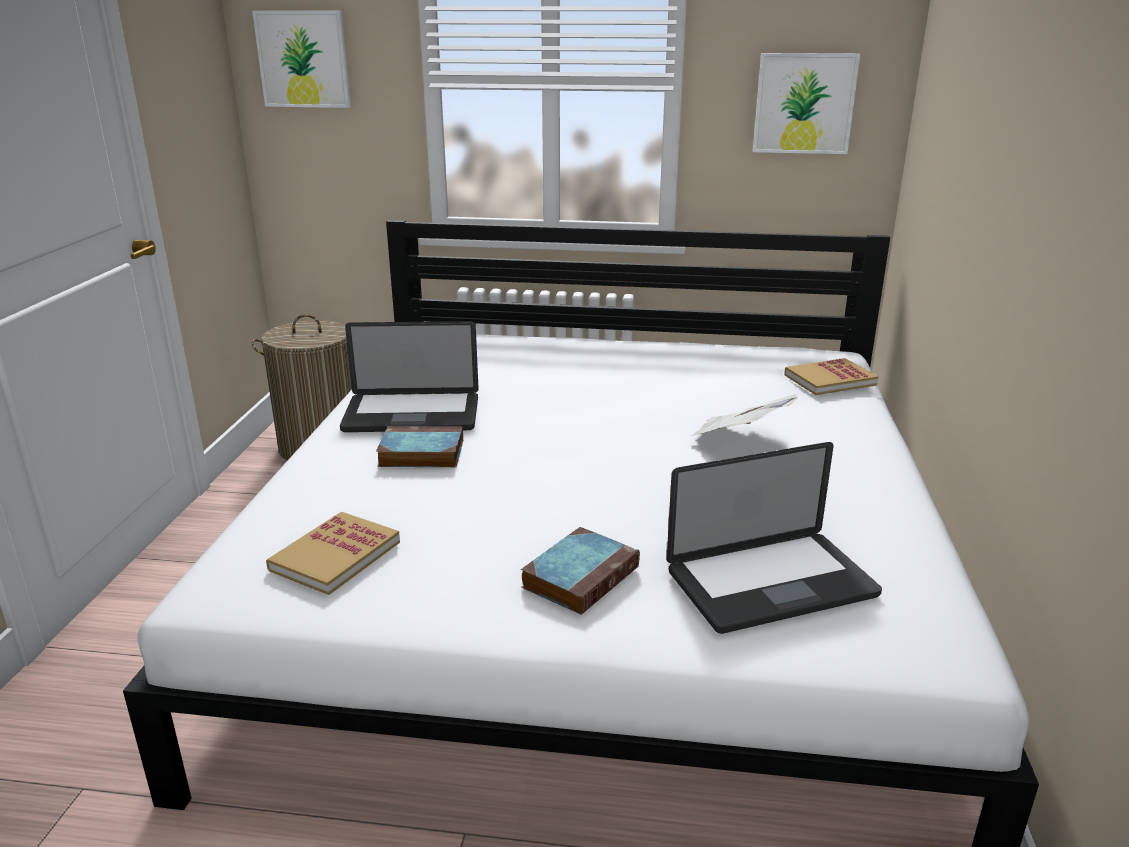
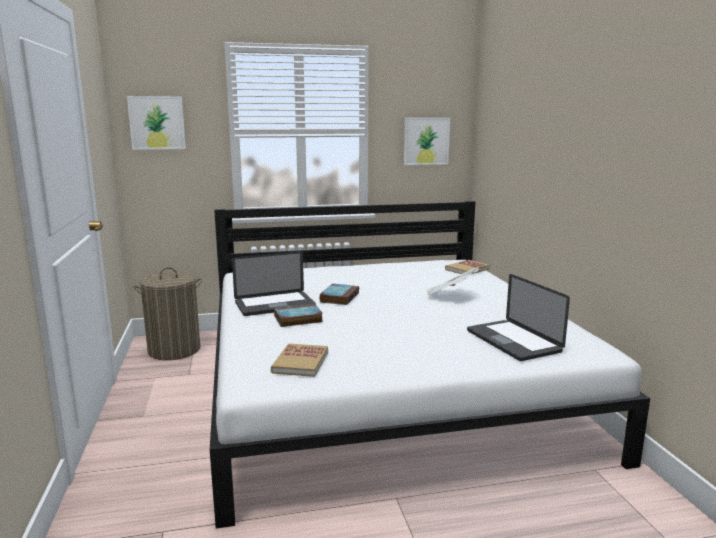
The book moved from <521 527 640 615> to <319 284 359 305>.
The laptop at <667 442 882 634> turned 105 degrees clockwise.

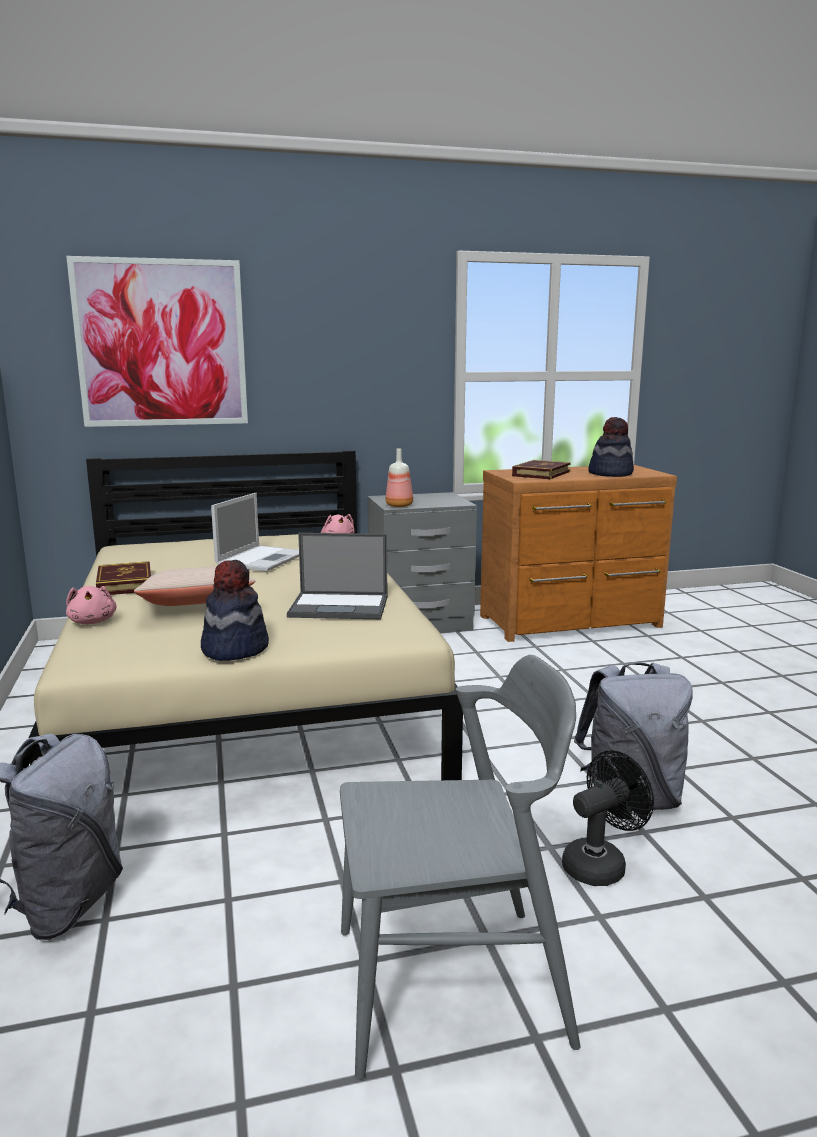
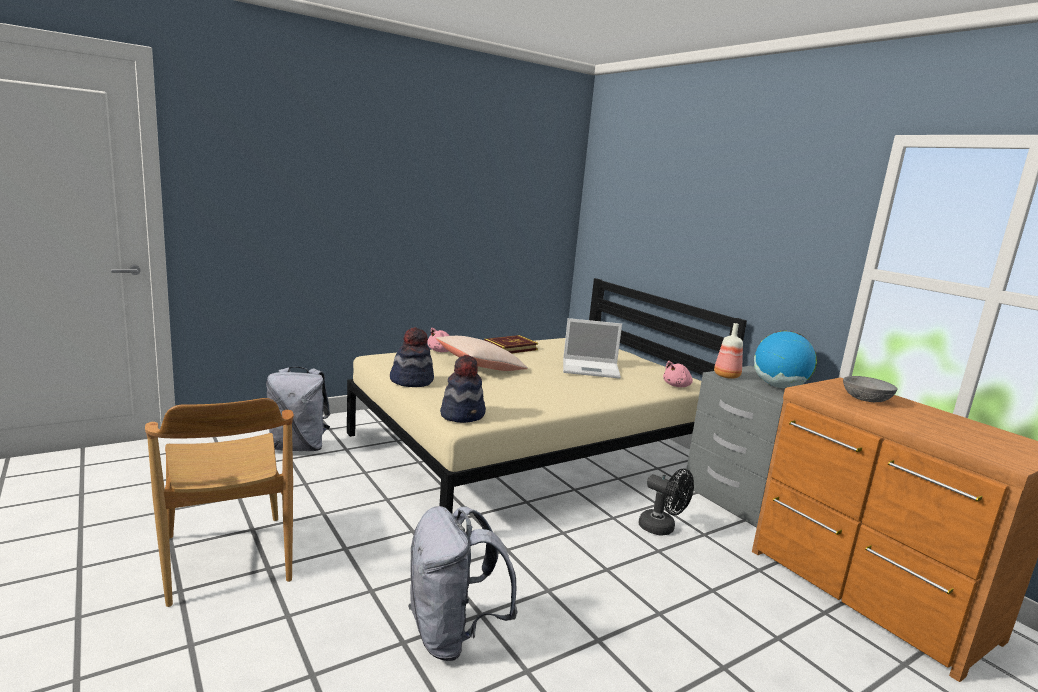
The picture at <66 256 248 427> disappeared.
The laptop at <287 533 387 619> disappeared.
The grey chair at <340 655 581 1080> became the brown chair at <145 398 294 607>.
The book at <512 460 571 479> was replaced by the grey bowl at <843 376 898 402>.
The black fan moved from <562 750 654 886> to <638 469 694 535>.
The hat moved from <588 417 634 477> to <440 355 486 423>.
The globe at <754 330 817 388> appeared.

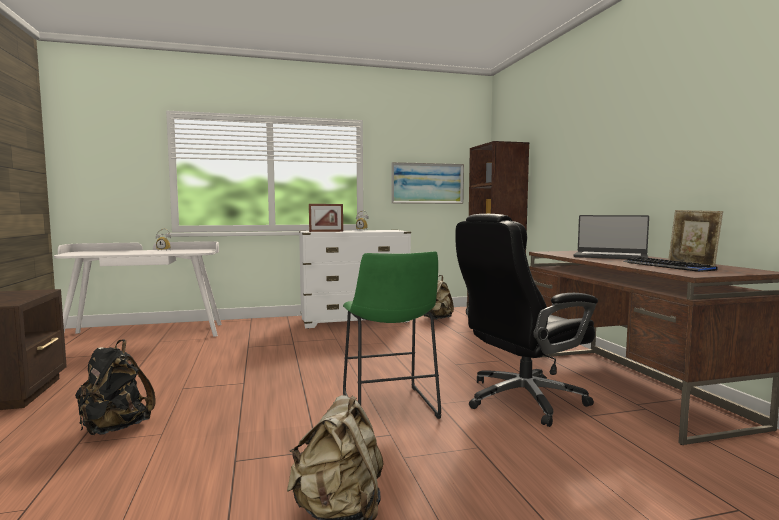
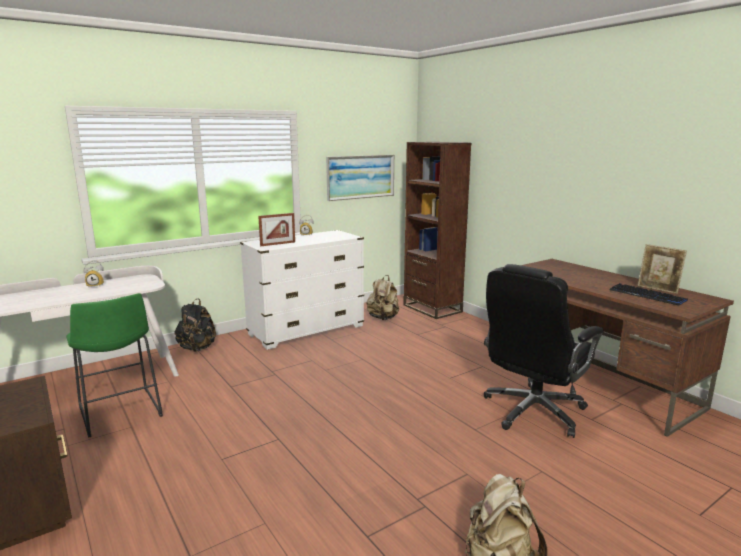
The black backpack moved from <75 339 156 435> to <174 298 216 352>.
The green stool moved from <343 251 441 419> to <66 293 163 438>.
The laptop at <573 215 649 259> disappeared.

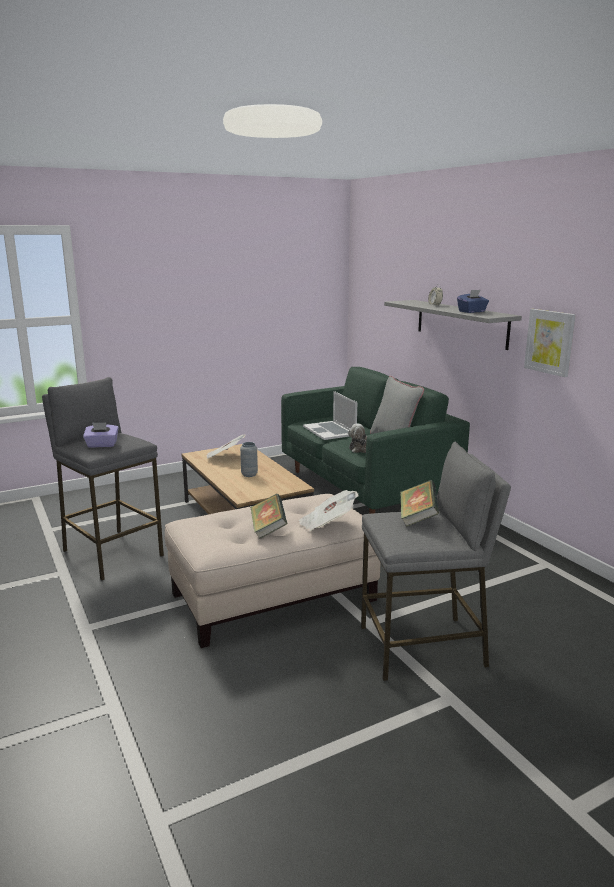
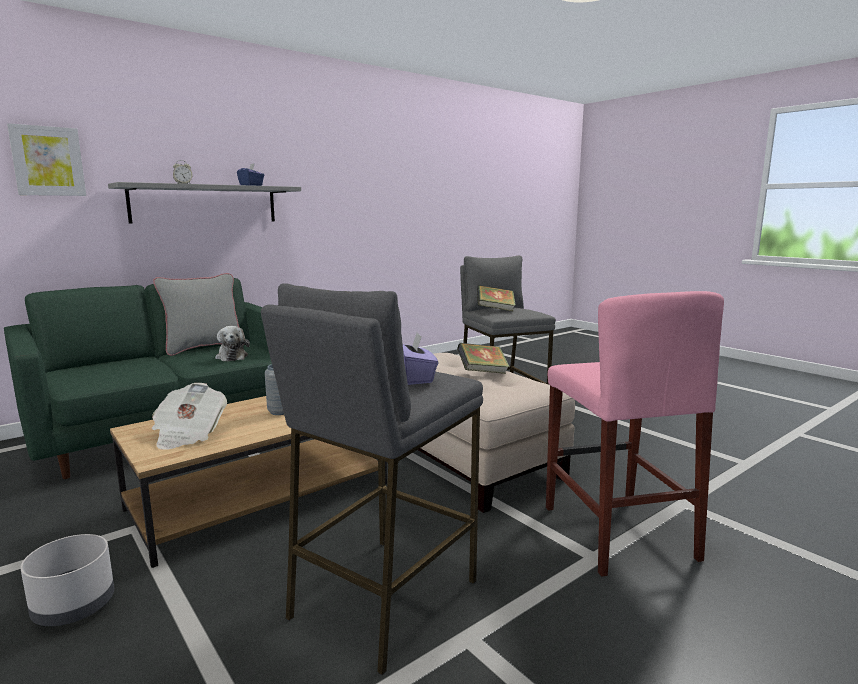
The newspaper at <298 490 359 531> disappeared.
The laptop at <303 391 357 440> disappeared.
The picture moved from <524 309 576 377> to <7 123 86 196>.
The grey planter at <20 534 114 626> appeared.
The pink stool at <546 291 724 577> appeared.

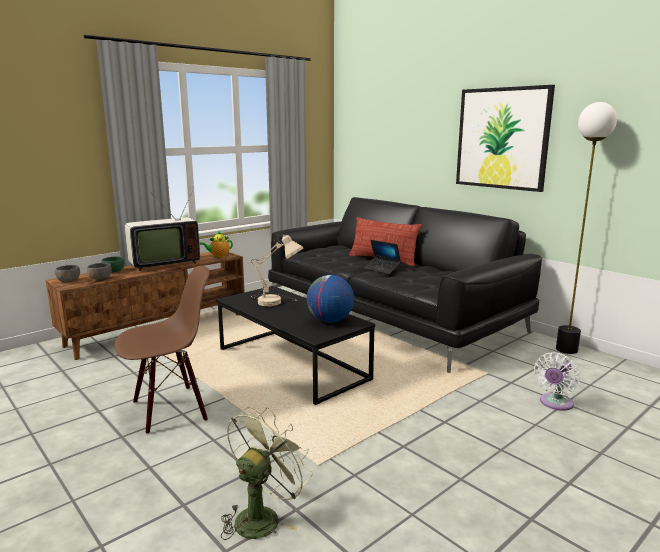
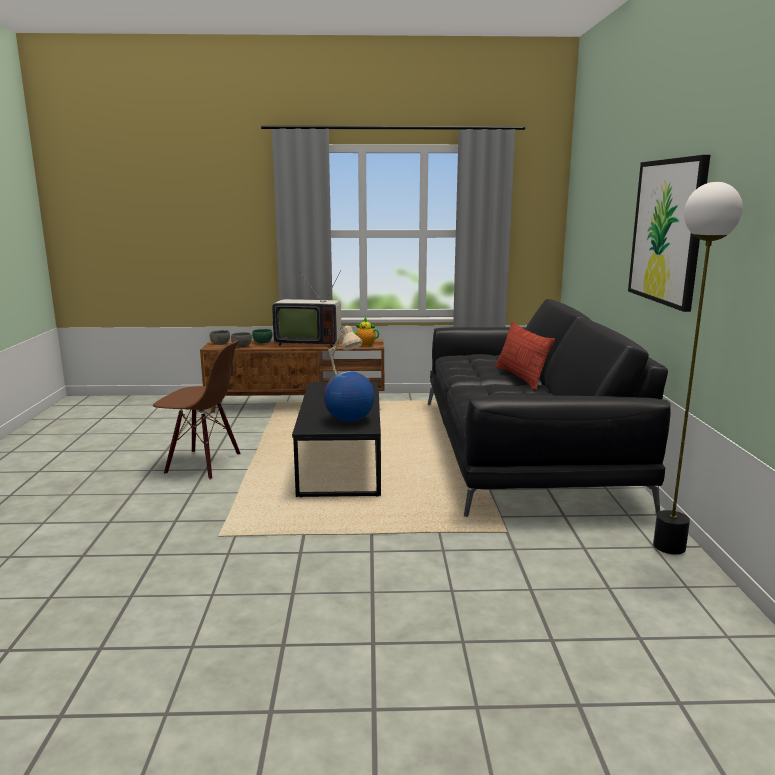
The green fan at <221 407 313 540> disappeared.
The laptop at <363 240 401 274> disappeared.
The white fan at <534 352 580 411> disappeared.

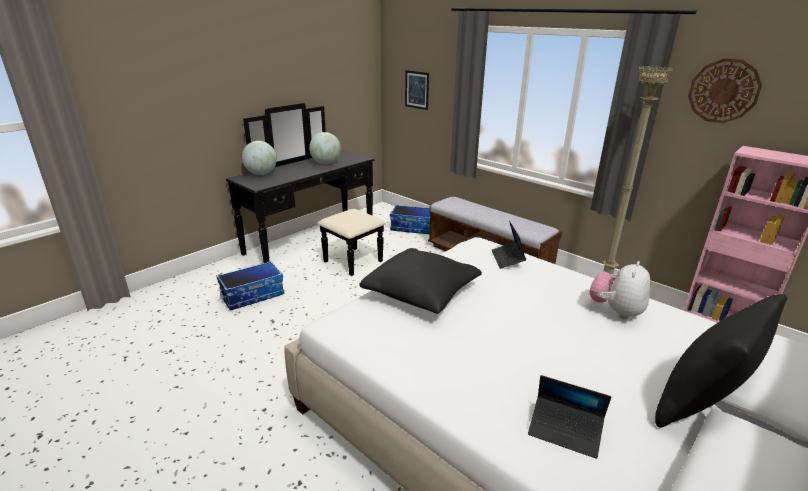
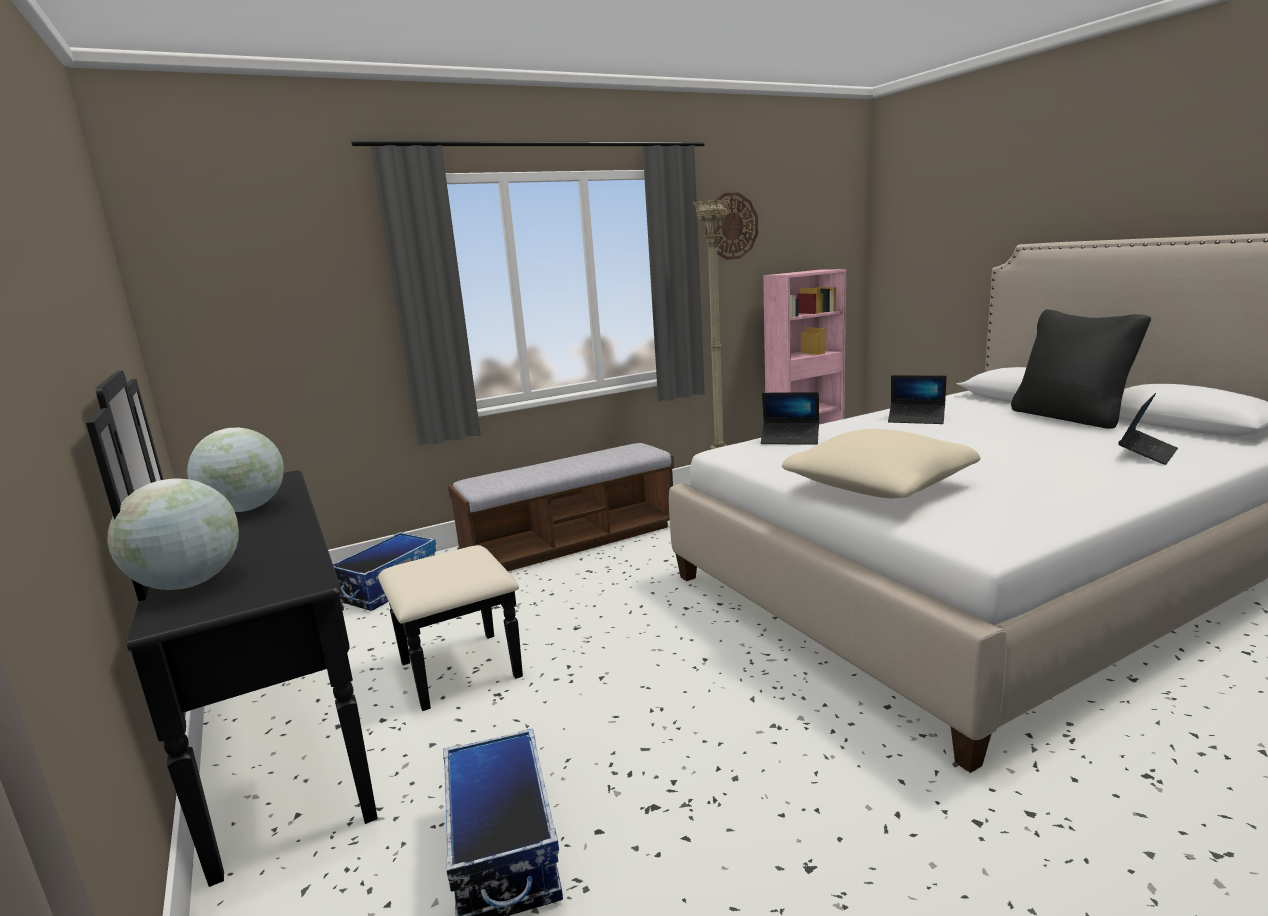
The black pillow at <359 248 482 314> became the beige pillow at <782 429 981 498>.
The picture at <405 70 429 110> disappeared.
The plush toy at <589 261 650 319> was replaced by the laptop at <888 375 947 424>.

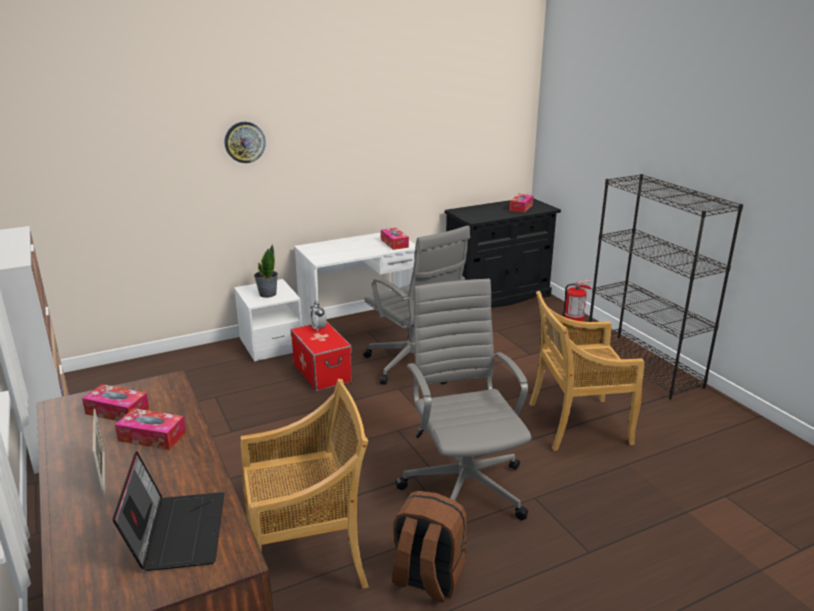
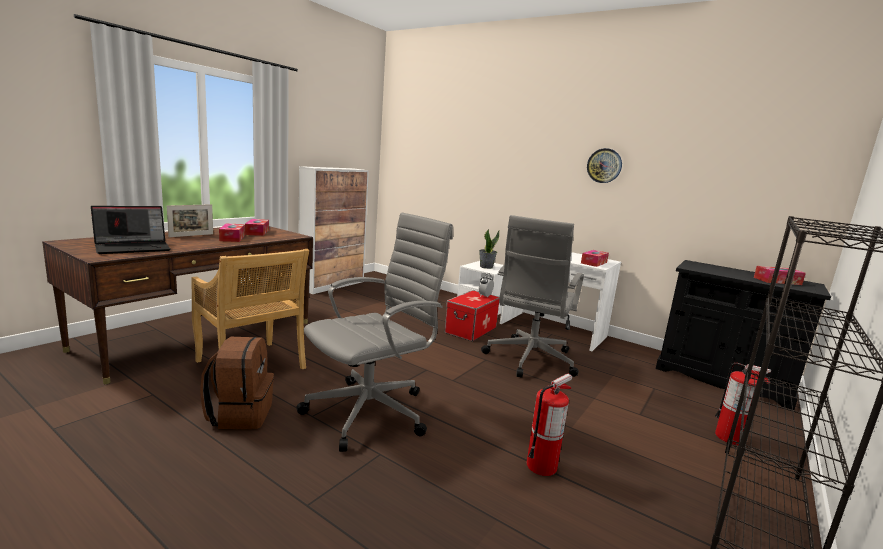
The wall clock moved from <225 122 266 163> to <587 148 622 183>.
The beige chair at <529 291 644 451> was replaced by the fire extinguisher at <527 373 572 476>.

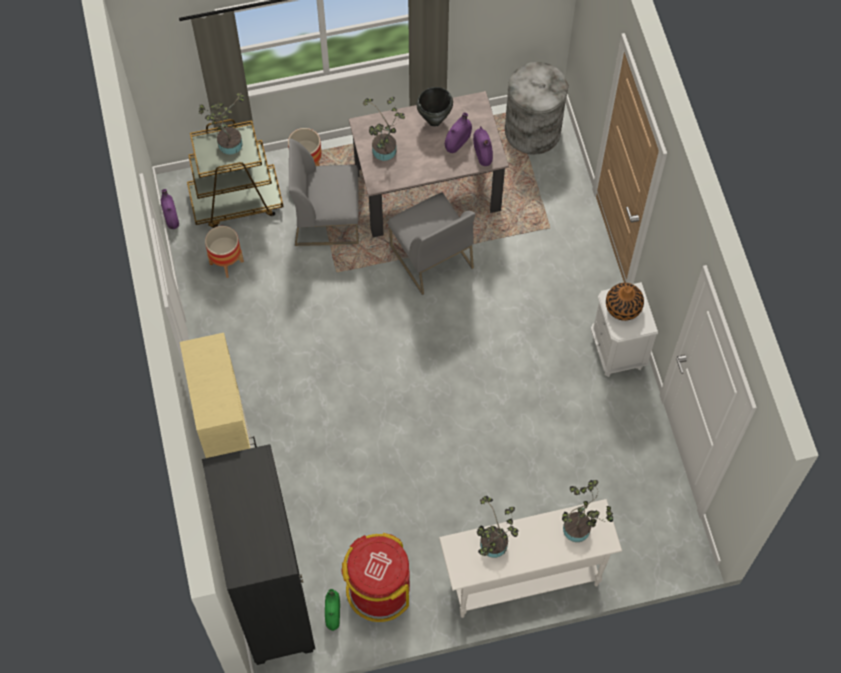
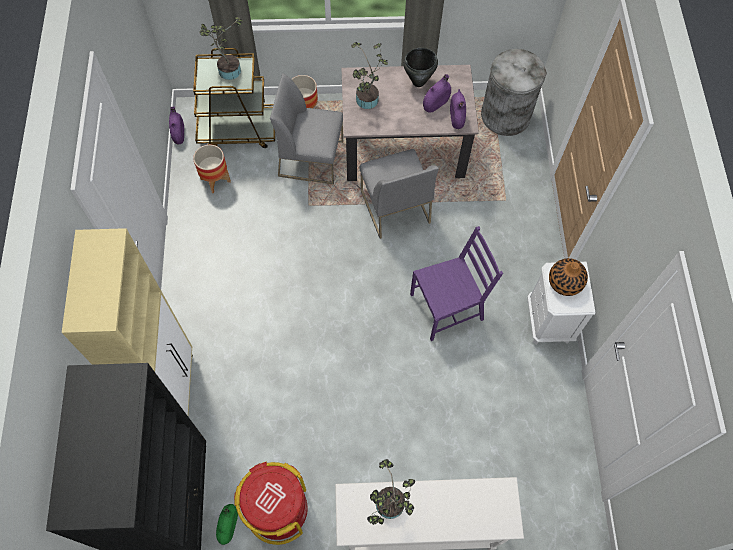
The potted plant at <562 480 613 542> disappeared.
The purple chair at <410 226 503 341> appeared.

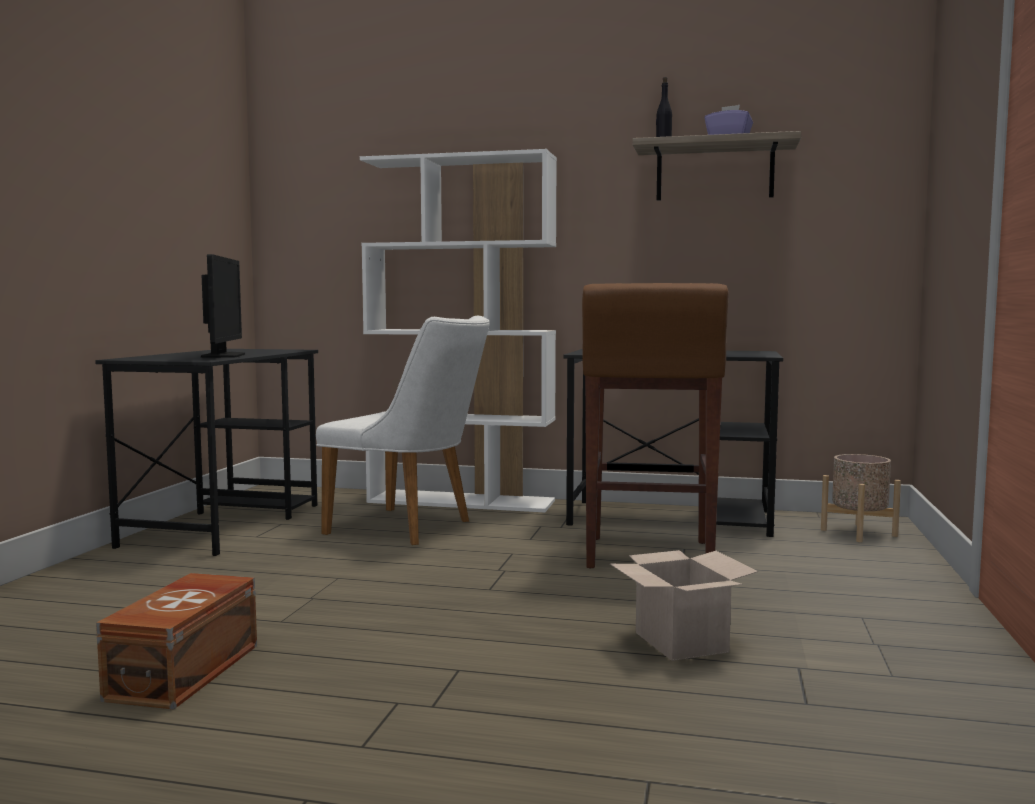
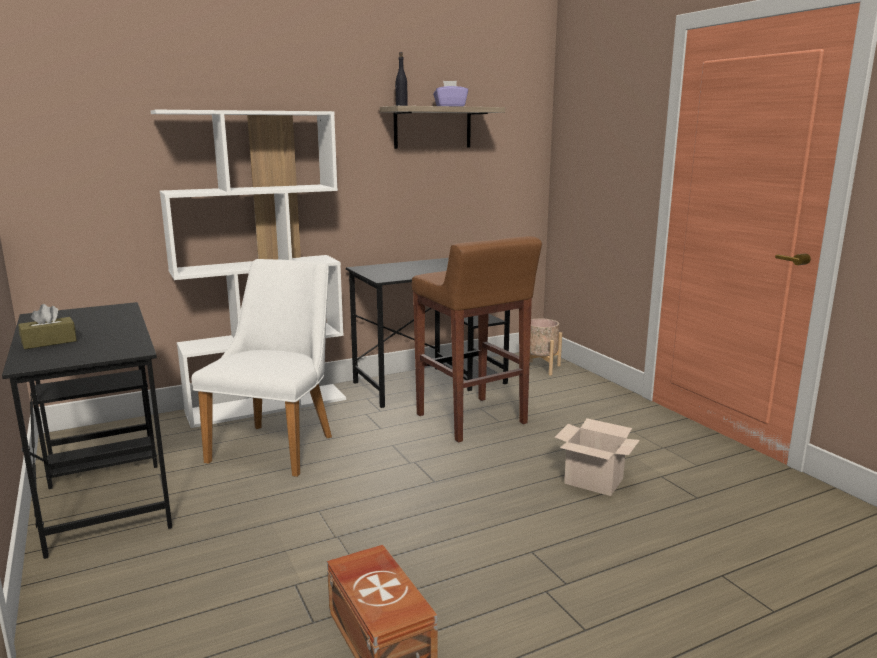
The monitor at <201 254 245 358> disappeared.
The white chair at <316 316 490 545> turned 60 degrees counterclockwise.
The brown tissue box at <18 304 77 349> appeared.

